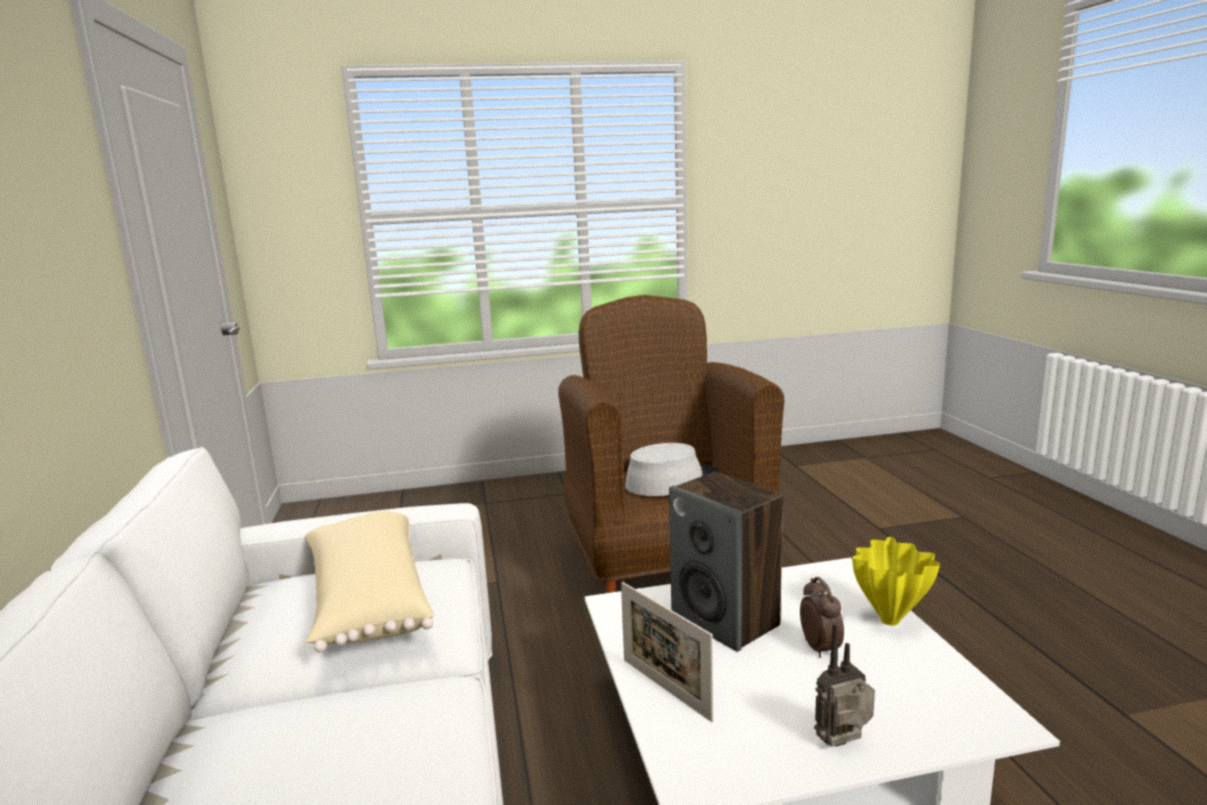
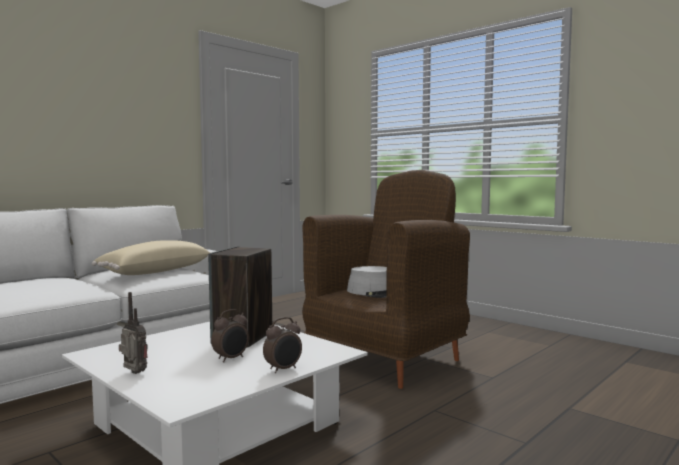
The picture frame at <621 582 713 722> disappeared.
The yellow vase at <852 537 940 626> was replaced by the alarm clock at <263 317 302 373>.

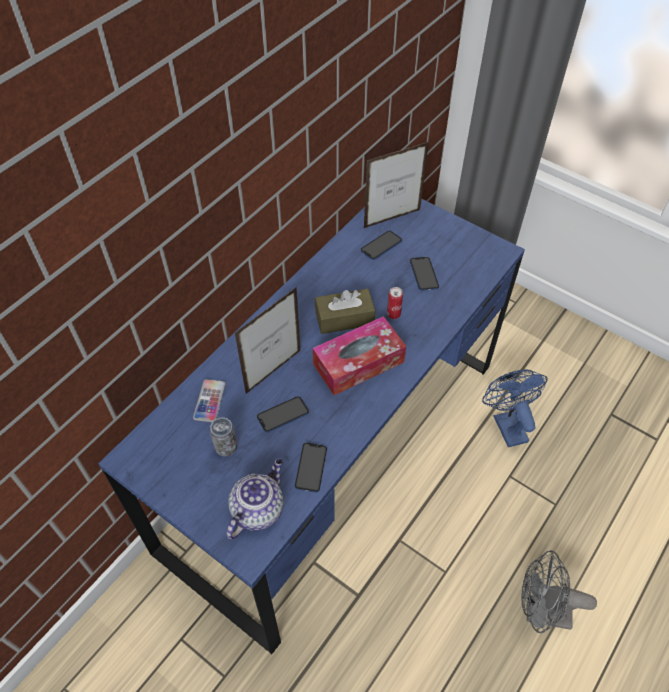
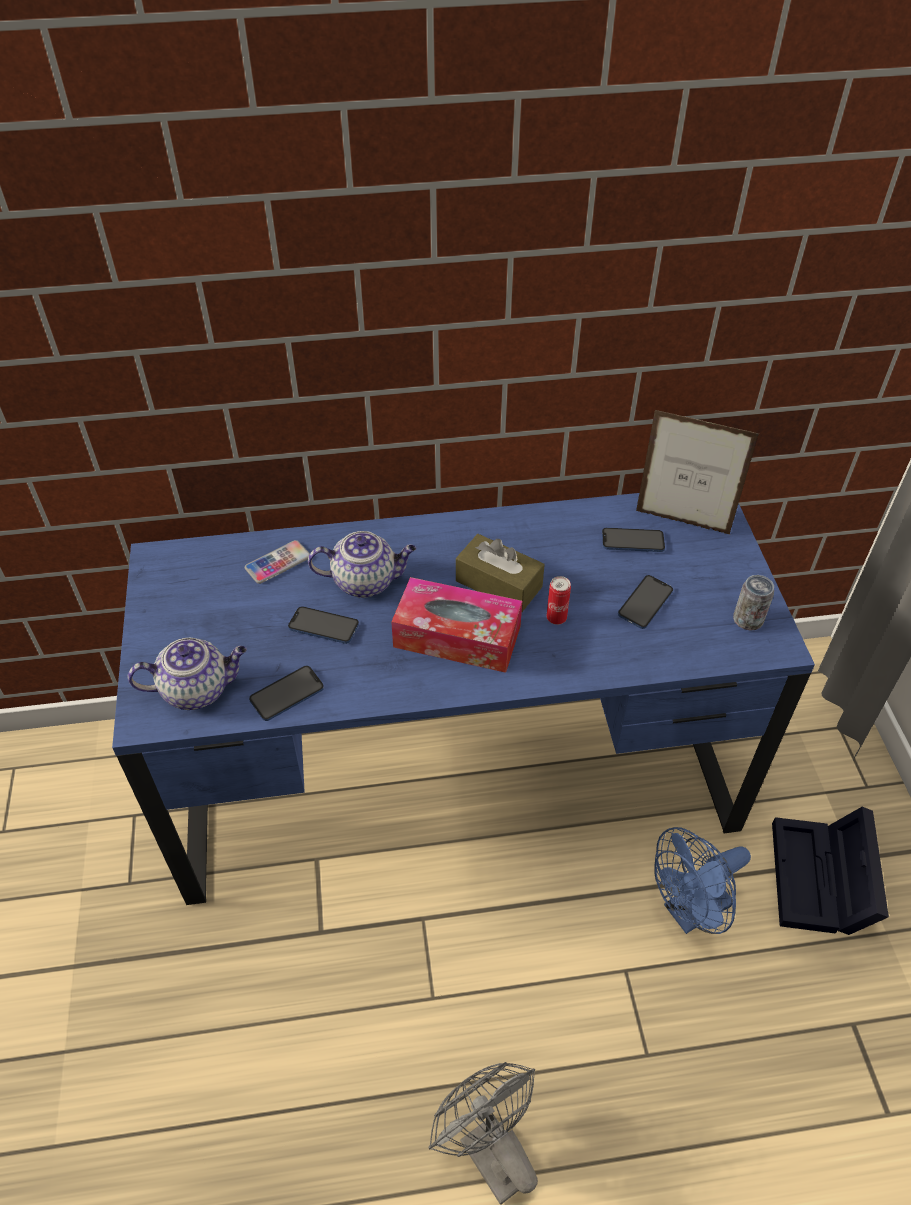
The can moved from <210 417 238 456> to <733 575 774 631>.
The picture frame at <235 287 301 394> was replaced by the teapot at <308 531 417 598>.
The blue fan at <482 369 547 447> turned 150 degrees counterclockwise.
The black storage box at <772 807 889 935> appeared.

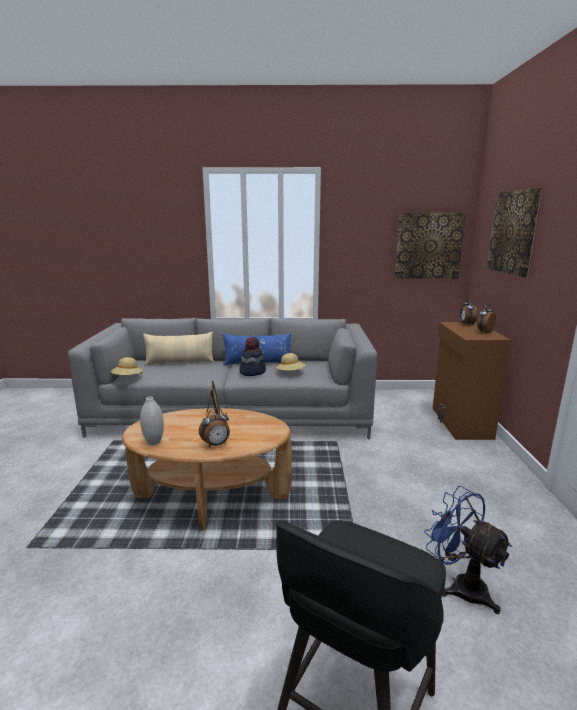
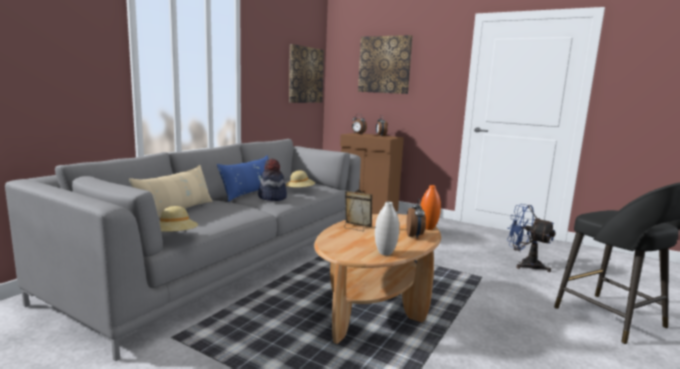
The blue fan at <424 486 513 614> turned 45 degrees clockwise.
The orange vase at <420 185 441 230> appeared.

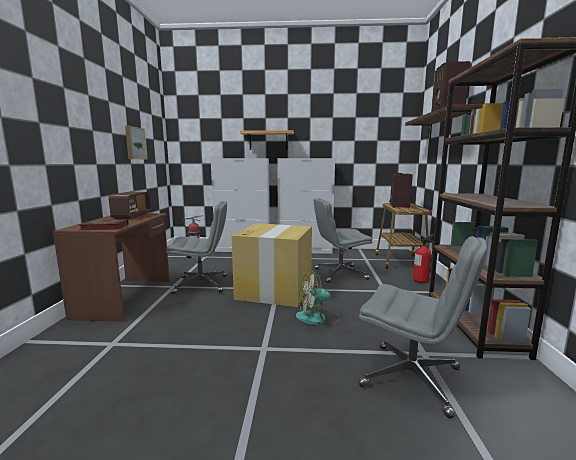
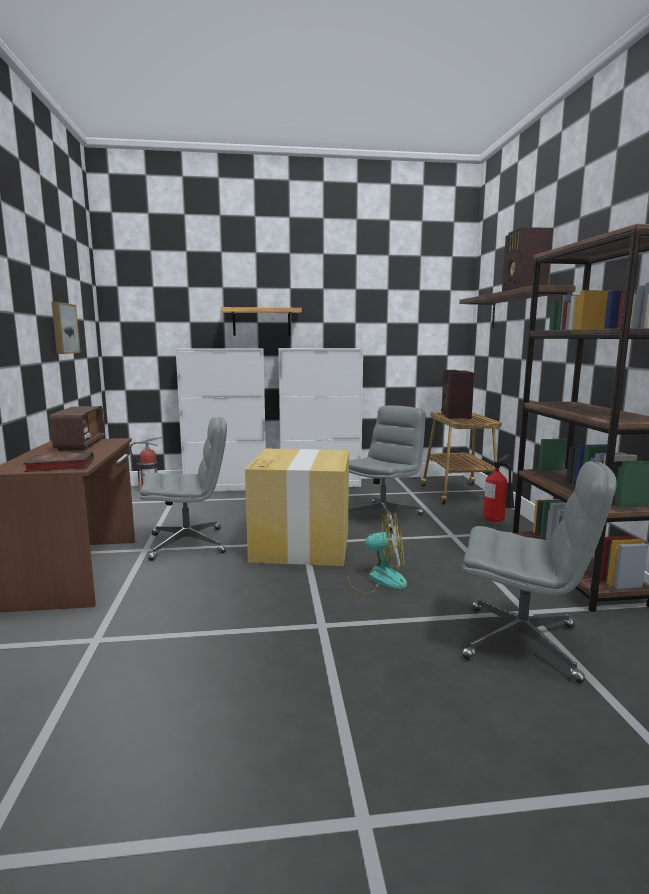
The fan at <296 272 340 325> turned 150 degrees counterclockwise.
The grey office chair at <313 198 373 283> turned 150 degrees clockwise.

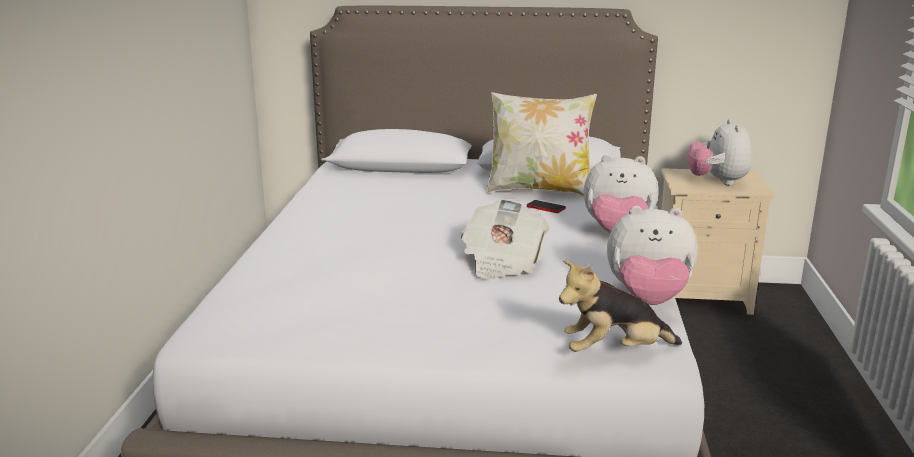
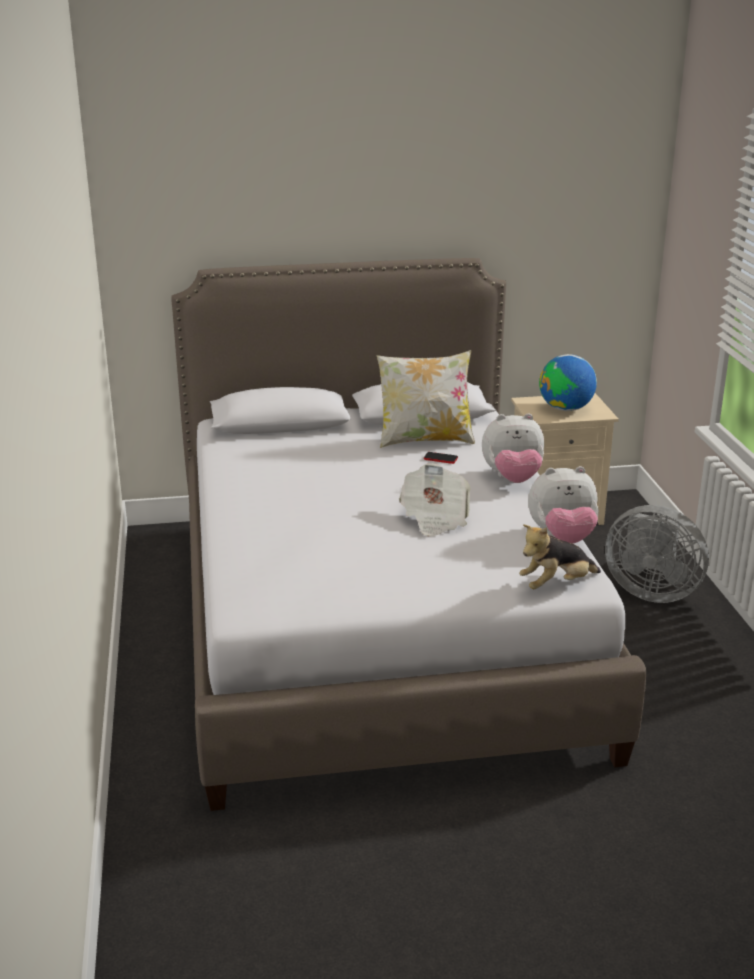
The plush toy at <687 119 752 185> was replaced by the globe at <539 354 597 411>.
The grey fan at <605 505 709 603> appeared.

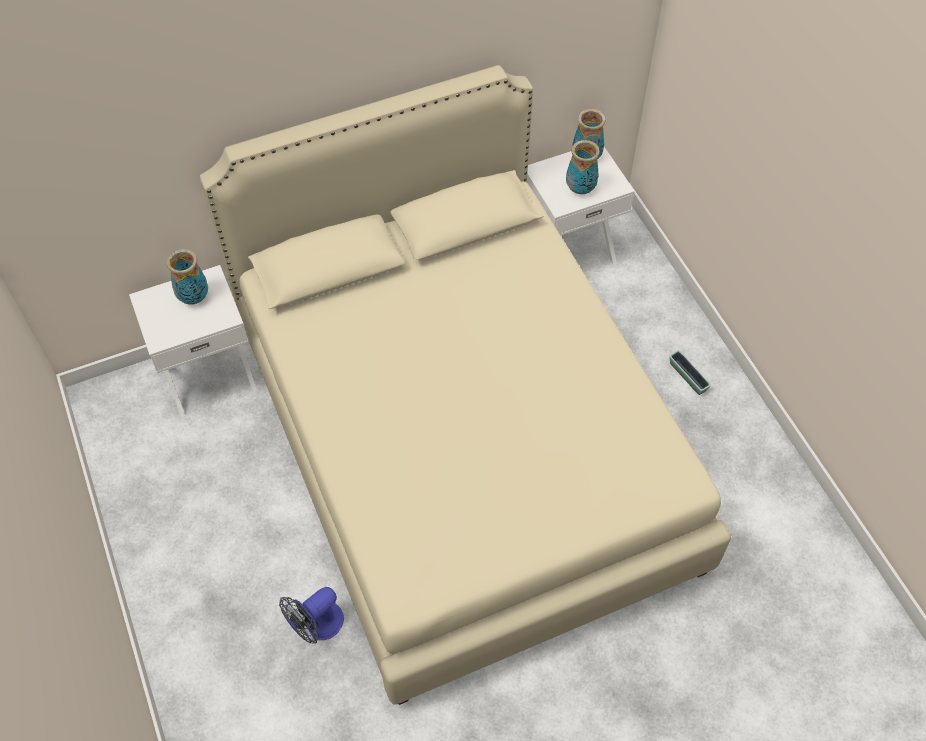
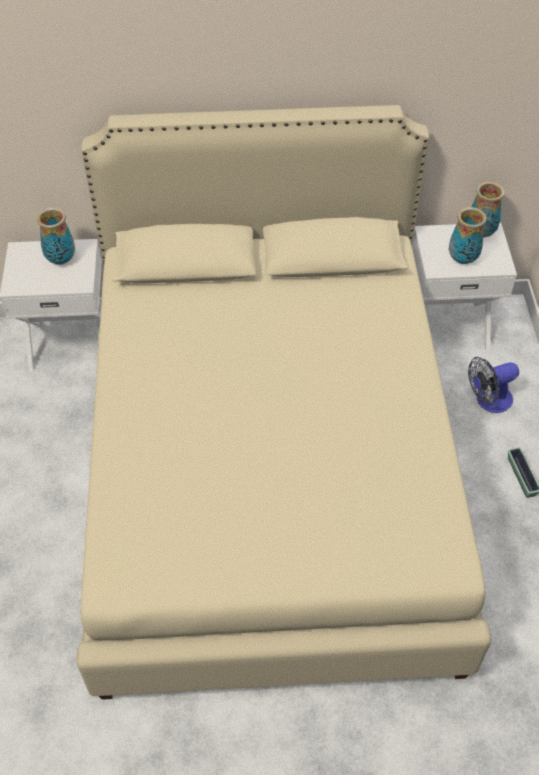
The fan moved from <279 587 344 643> to <468 357 519 413>.

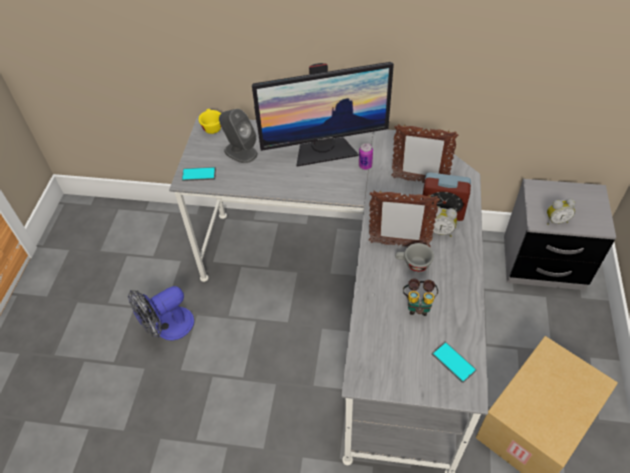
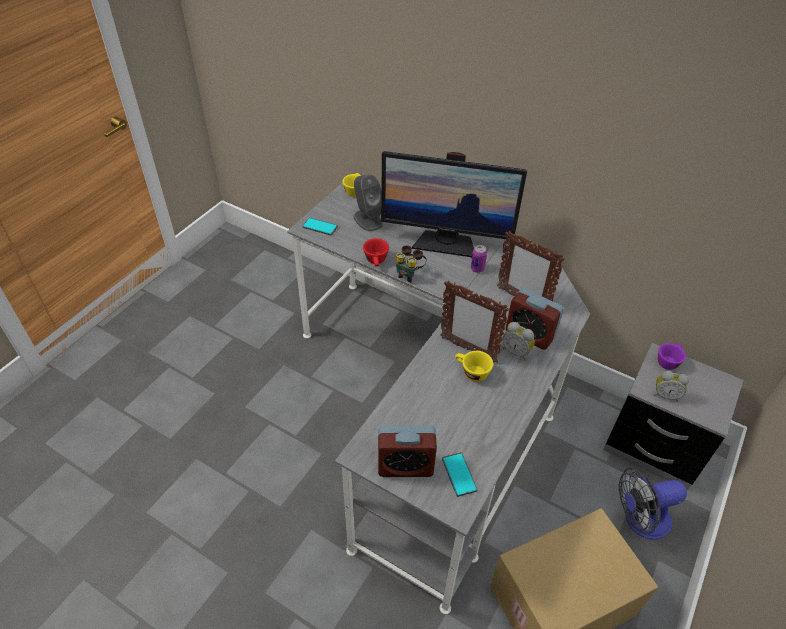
The fan moved from <128 286 194 341> to <619 468 687 540>.
The grey cup at <395 243 434 272> became the yellow cup at <455 351 493 382>.
The binoculars moved from <403 279 438 316> to <396 245 426 282>.
The red cup at <363 238 389 267> appeared.
The alarm clock at <378 425 437 477> appeared.
The purple cup at <658 343 686 370> appeared.

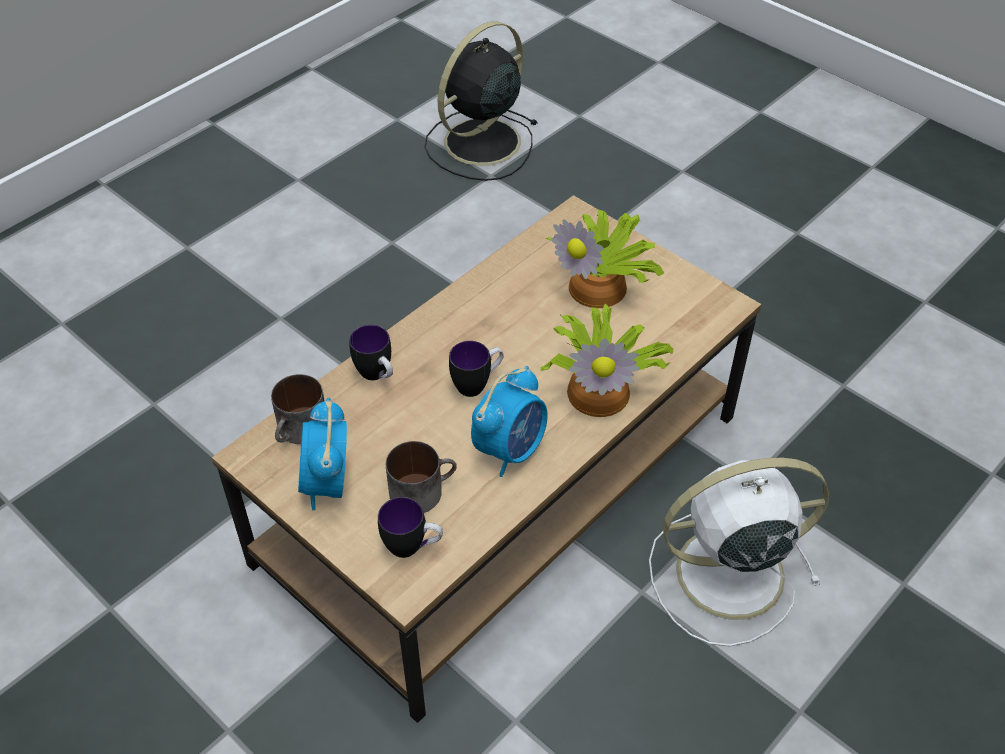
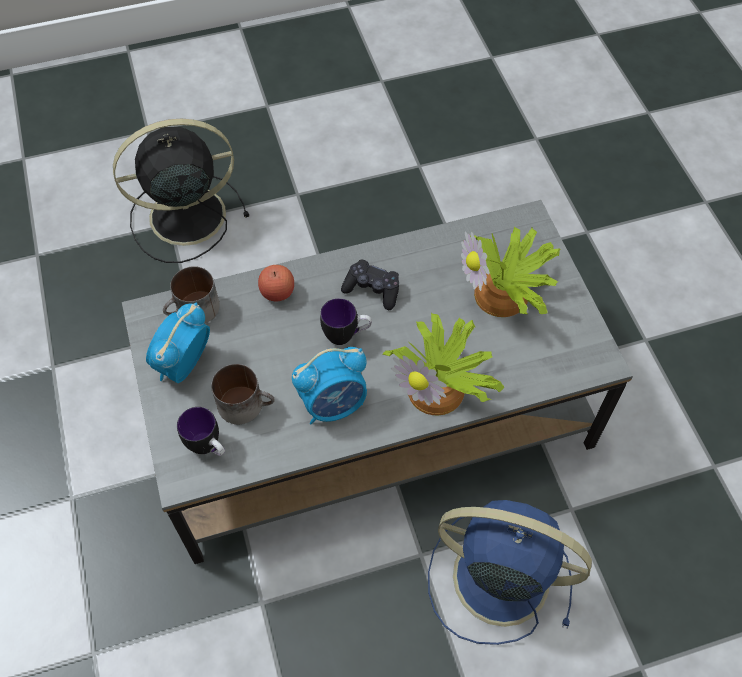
The brown coffee table at <212 195 761 723> became the grey coffee table at <122 200 633 564>.
The mug at <349 325 393 380> was replaced by the apple at <258 265 294 302>.
The black fan moved from <424 21 537 181> to <113 119 249 263>.
The white fan at <649 458 829 647> became the blue fan at <428 500 592 645>.
The black game controller at <341 259 399 310> appeared.

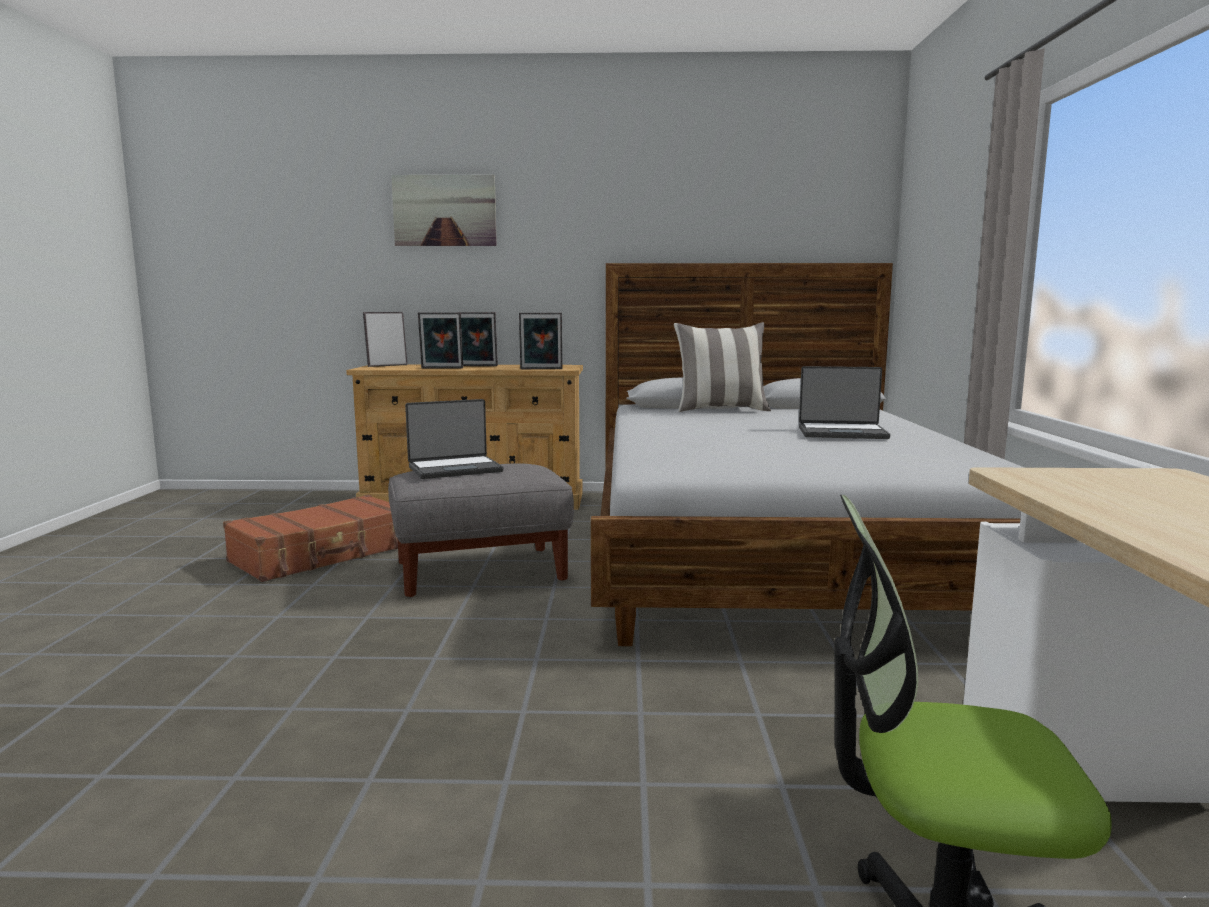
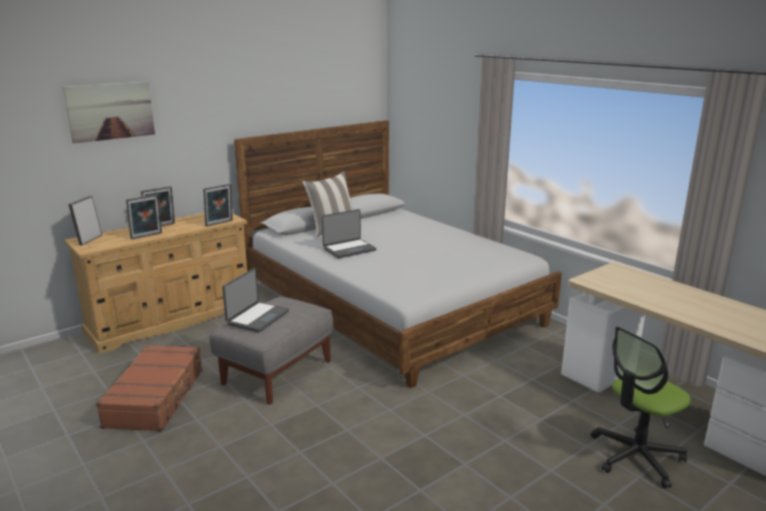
The laptop moved from <799 366 890 439> to <322 209 376 258>.

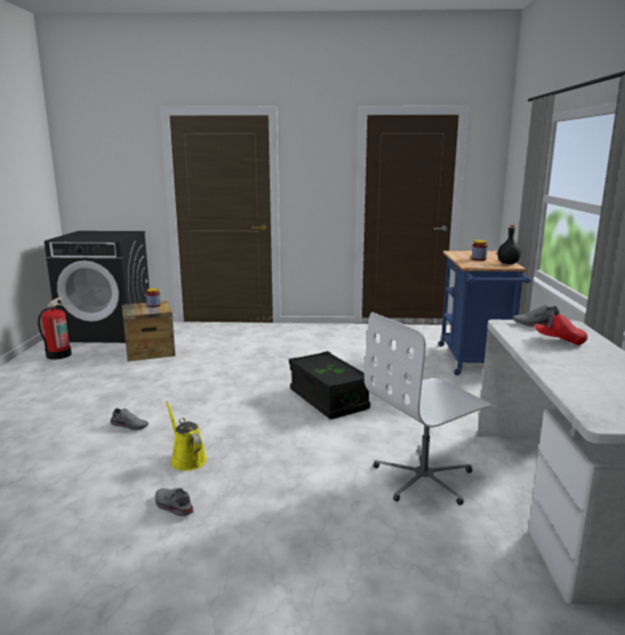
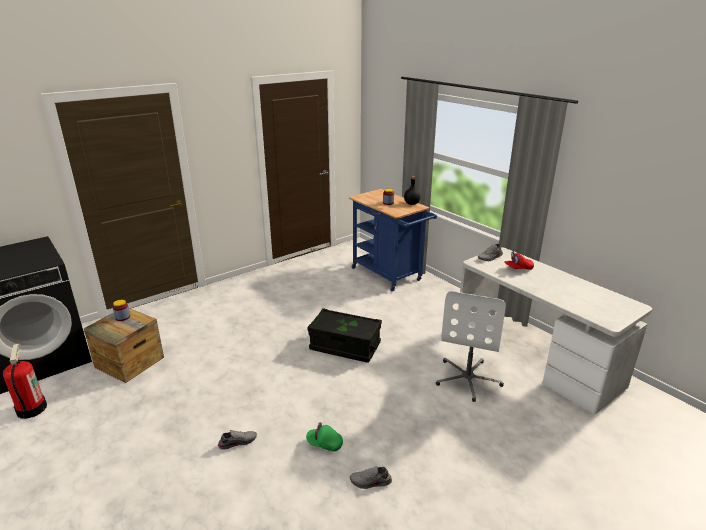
The yellow watering can at <166 401 207 471> was replaced by the green cap at <306 422 343 452>.

